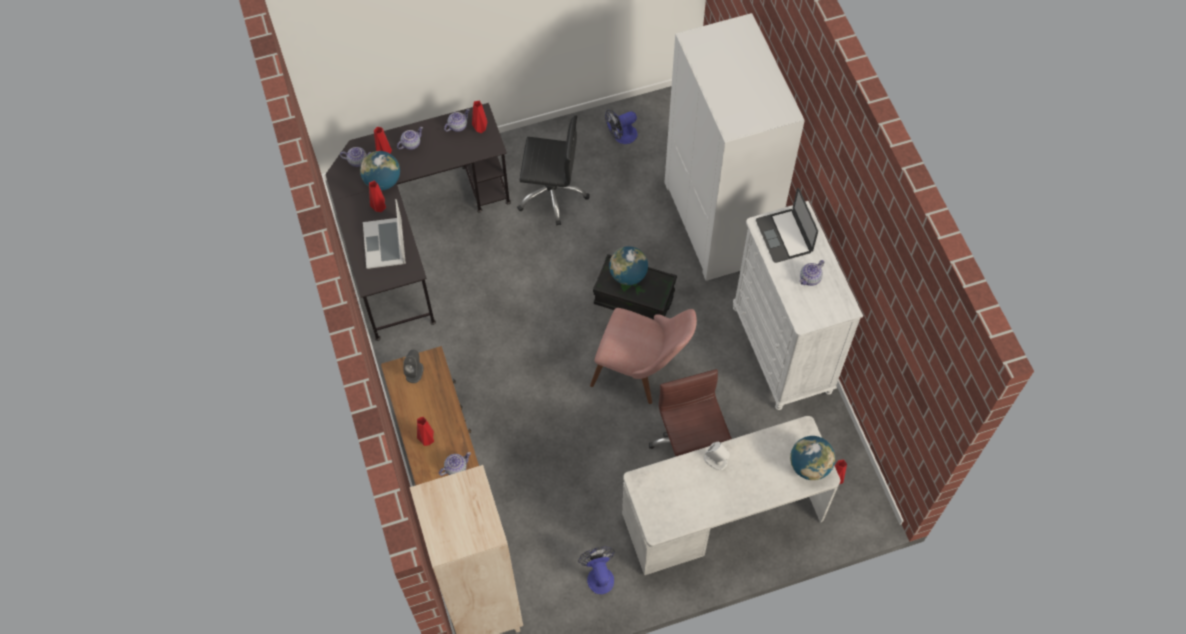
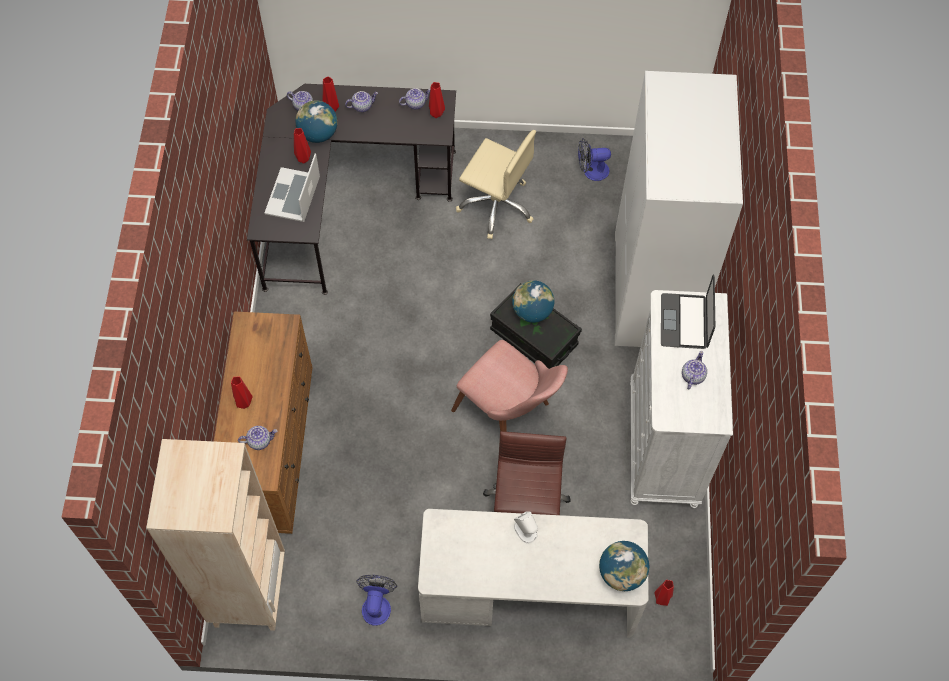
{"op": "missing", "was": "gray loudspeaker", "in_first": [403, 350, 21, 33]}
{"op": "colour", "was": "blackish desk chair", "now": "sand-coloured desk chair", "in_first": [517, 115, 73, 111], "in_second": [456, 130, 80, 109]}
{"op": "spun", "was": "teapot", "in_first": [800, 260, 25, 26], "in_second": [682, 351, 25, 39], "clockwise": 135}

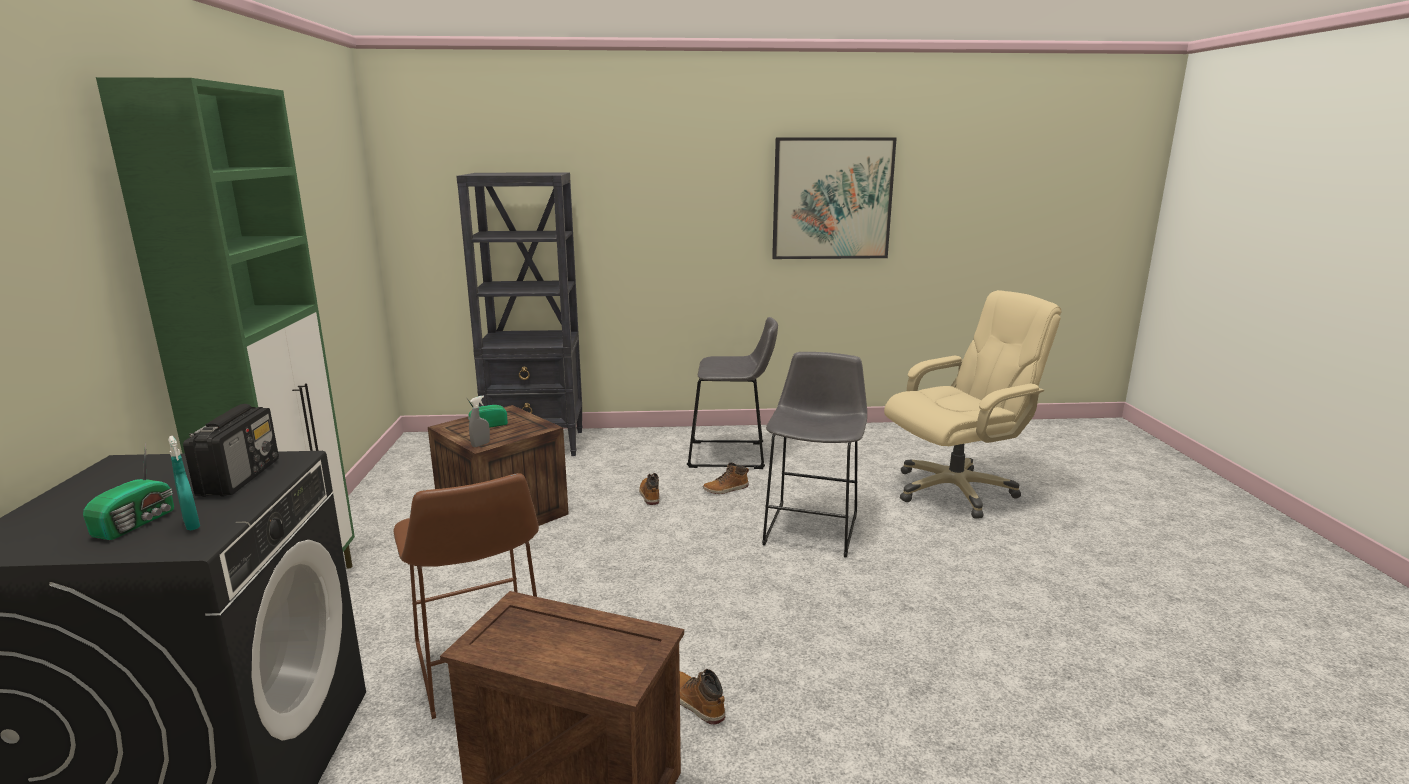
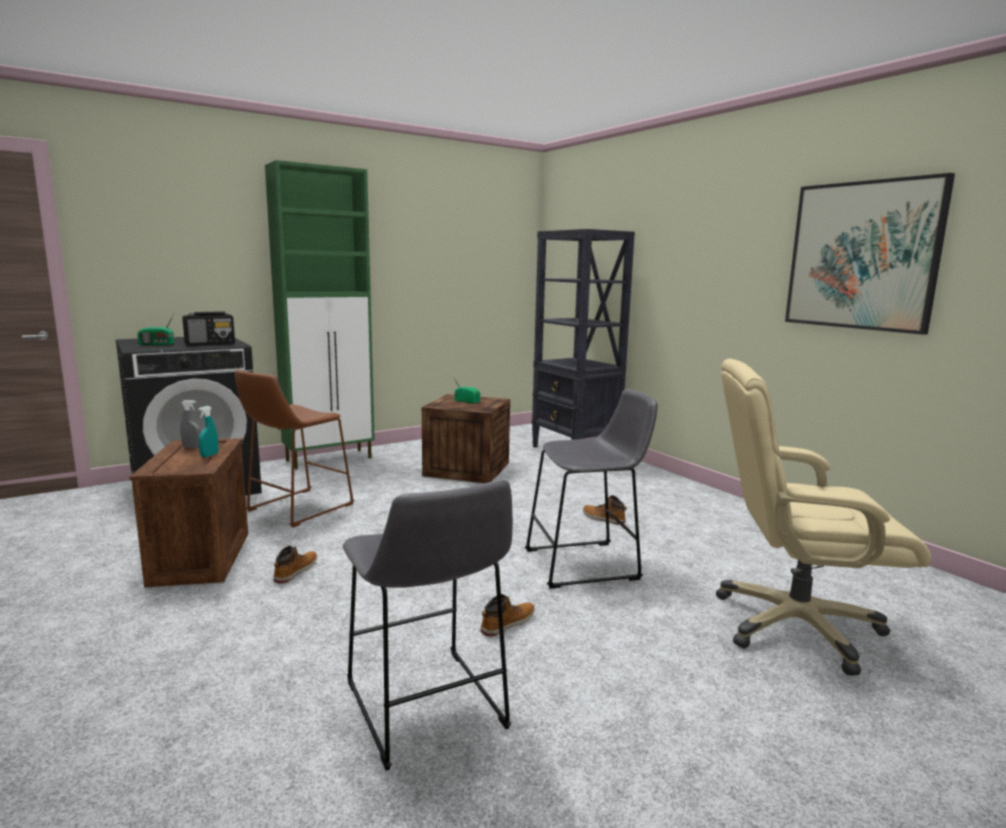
{"op": "relocated", "was": "blue-green spray bottle", "in_first": [168, 436, 32, 94], "in_second": [198, 406, 20, 51]}
{"op": "relocated", "was": "gray spray bottle", "in_first": [469, 396, 21, 51], "in_second": [180, 400, 21, 48]}
{"op": "relocated", "was": "high-top boot", "in_first": [639, 473, 20, 32], "in_second": [481, 594, 54, 43]}
{"op": "relocated", "was": "gray stool", "in_first": [687, 317, 91, 152], "in_second": [343, 480, 170, 291]}
{"op": "spun", "was": "sand-coloured desk chair", "in_first": [884, 290, 177, 229], "in_second": [716, 359, 215, 317], "clockwise": 150}

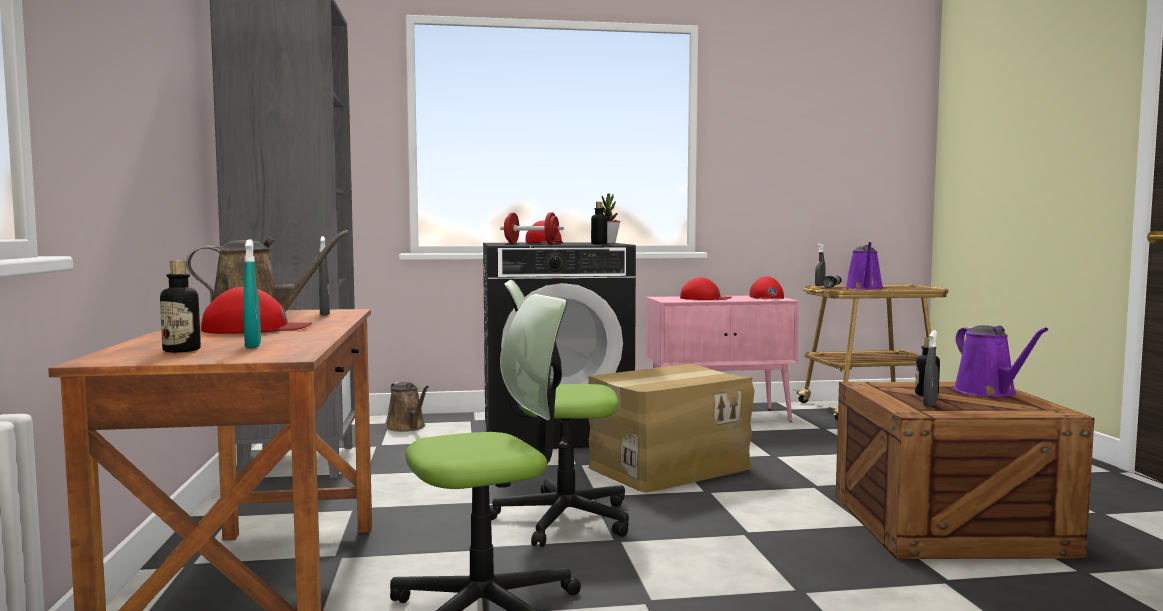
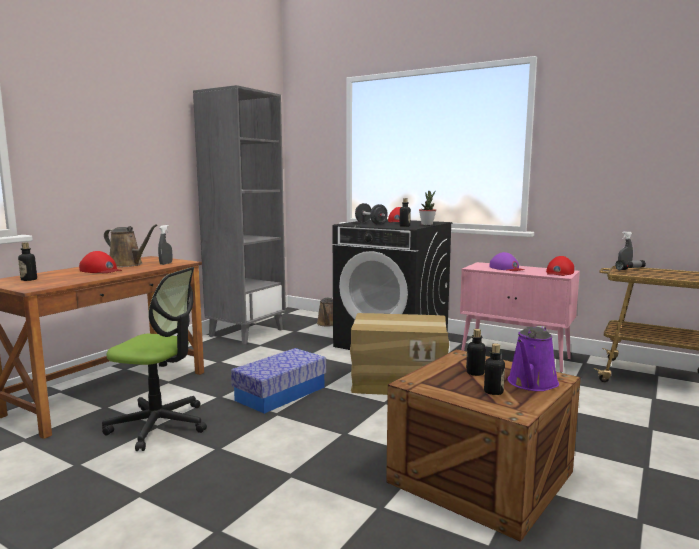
{"op": "missing", "was": "blue-green spray bottle", "in_first": [243, 239, 18, 109]}
{"op": "missing", "was": "purplish watering pot", "in_first": [845, 242, 39, 48]}
{"op": "missing", "was": "gray spray bottle", "in_first": [923, 330, 16, 77]}
{"op": "appeared", "now": "beverage bottle", "in_second": [484, 343, 21, 52]}
{"op": "exchanged", "was": "desk chair", "now": "storage bin", "in_first": [490, 280, 139, 267], "in_second": [231, 348, 95, 66]}
{"op": "colour", "was": "reddish hand weight", "now": "blackish hand weight", "in_first": [500, 212, 64, 32], "in_second": [355, 203, 33, 22]}
{"op": "colour", "was": "reddish baseball cap", "now": "purplish baseball cap", "in_first": [680, 277, 52, 23], "in_second": [489, 252, 35, 19]}

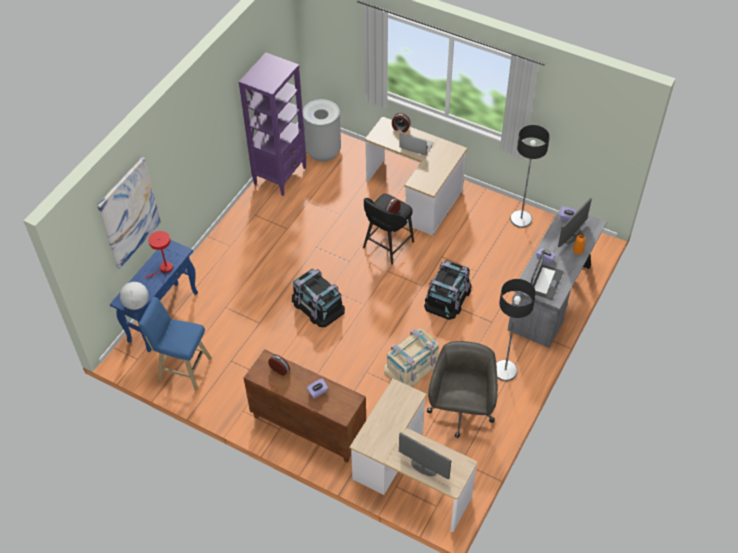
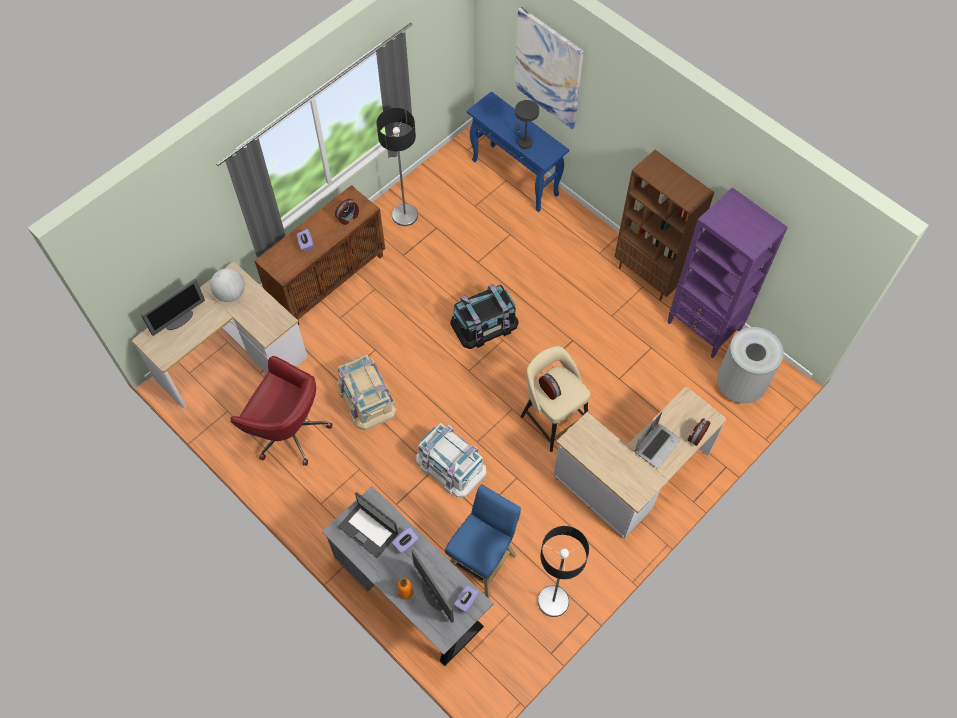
{"op": "appeared", "now": "brownish bookcase", "in_second": [614, 150, 100, 151]}
{"op": "relocated", "was": "globe", "in_first": [120, 282, 29, 28], "in_second": [210, 268, 35, 34]}
{"op": "relocated", "was": "blue stool", "in_first": [138, 297, 74, 93], "in_second": [445, 484, 76, 115]}
{"op": "relocated", "was": "standing lamp", "in_first": [496, 279, 40, 102], "in_second": [376, 108, 42, 118]}
{"op": "colour", "was": "reddish lamp for a table", "now": "gray lamp for a table", "in_first": [146, 231, 27, 47], "in_second": [515, 100, 24, 49]}
{"op": "colour", "was": "blackish stool", "now": "sand-coloured stool", "in_first": [363, 194, 51, 71], "in_second": [521, 346, 70, 106]}
{"op": "colour", "was": "blackish storage bin", "now": "whitish storage bin", "in_first": [424, 260, 47, 60], "in_second": [416, 423, 70, 75]}
{"op": "colour", "was": "gray desk chair", "now": "reddish desk chair", "in_first": [427, 341, 71, 98], "in_second": [230, 356, 103, 110]}

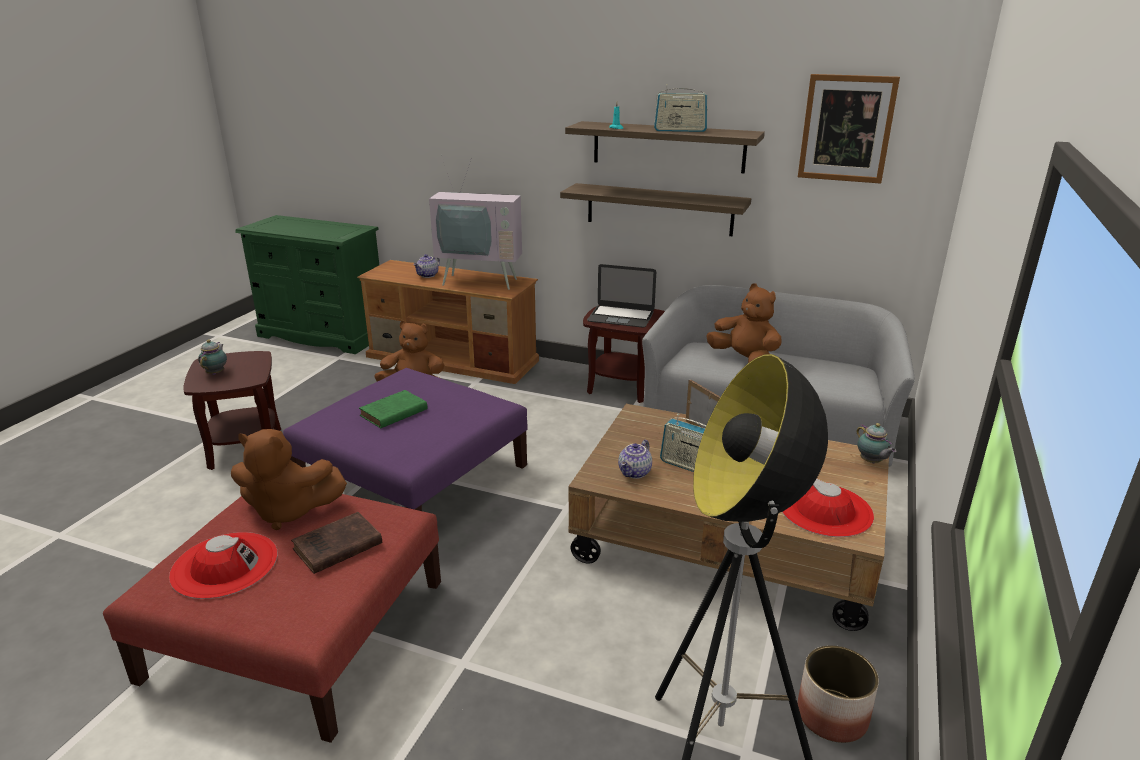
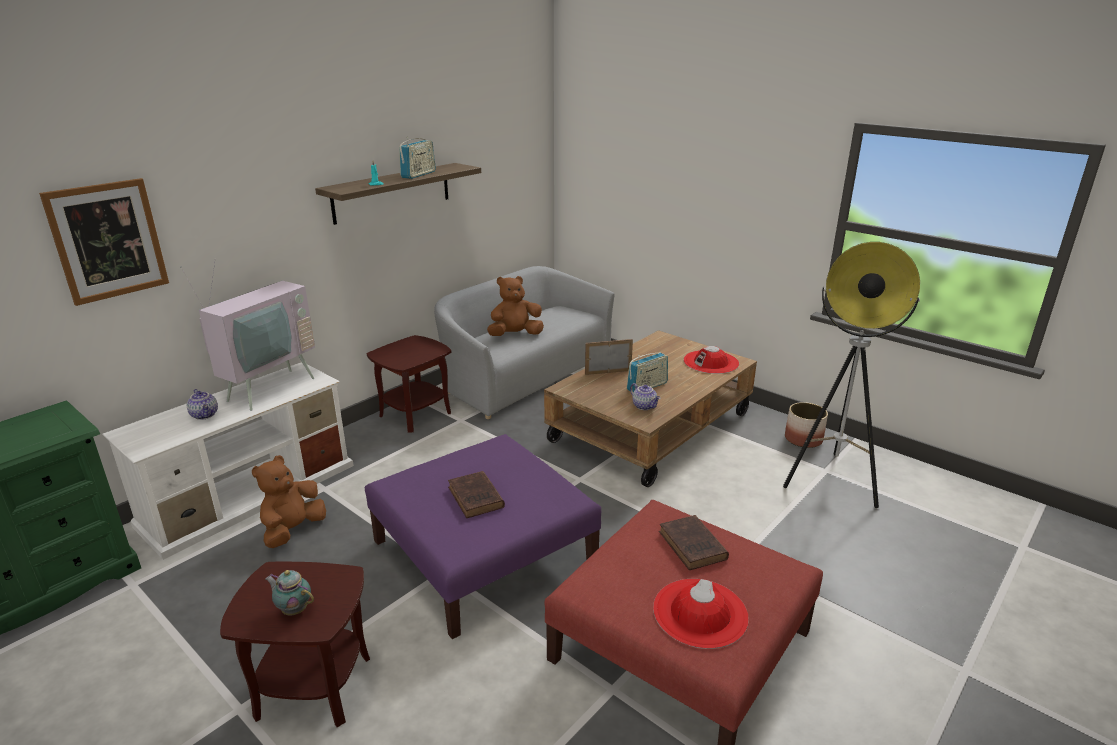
{"op": "missing", "was": "brownish cuddly toy", "in_first": [231, 429, 116, 101]}
{"op": "missing", "was": "bracket shelf", "in_first": [560, 183, 192, 53]}
{"op": "missing", "was": "portable computer", "in_first": [587, 264, 69, 64]}
{"op": "missing", "was": "teapot", "in_first": [857, 423, 39, 40]}
{"op": "relocated", "was": "wall art", "in_first": [798, 74, 102, 110], "in_second": [39, 178, 130, 128]}
{"op": "colour", "was": "brownish tv unit", "now": "whitish tv unit", "in_first": [357, 260, 182, 124], "in_second": [102, 362, 252, 198]}
{"op": "colour", "was": "green-coloured book", "now": "brownish book", "in_first": [359, 390, 68, 39], "in_second": [448, 471, 57, 47]}

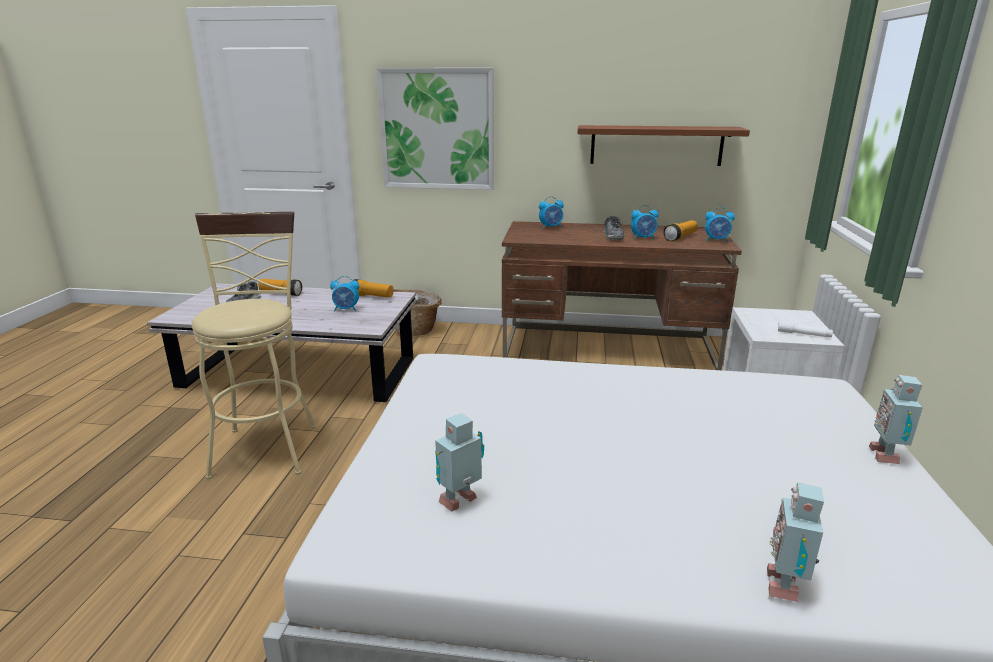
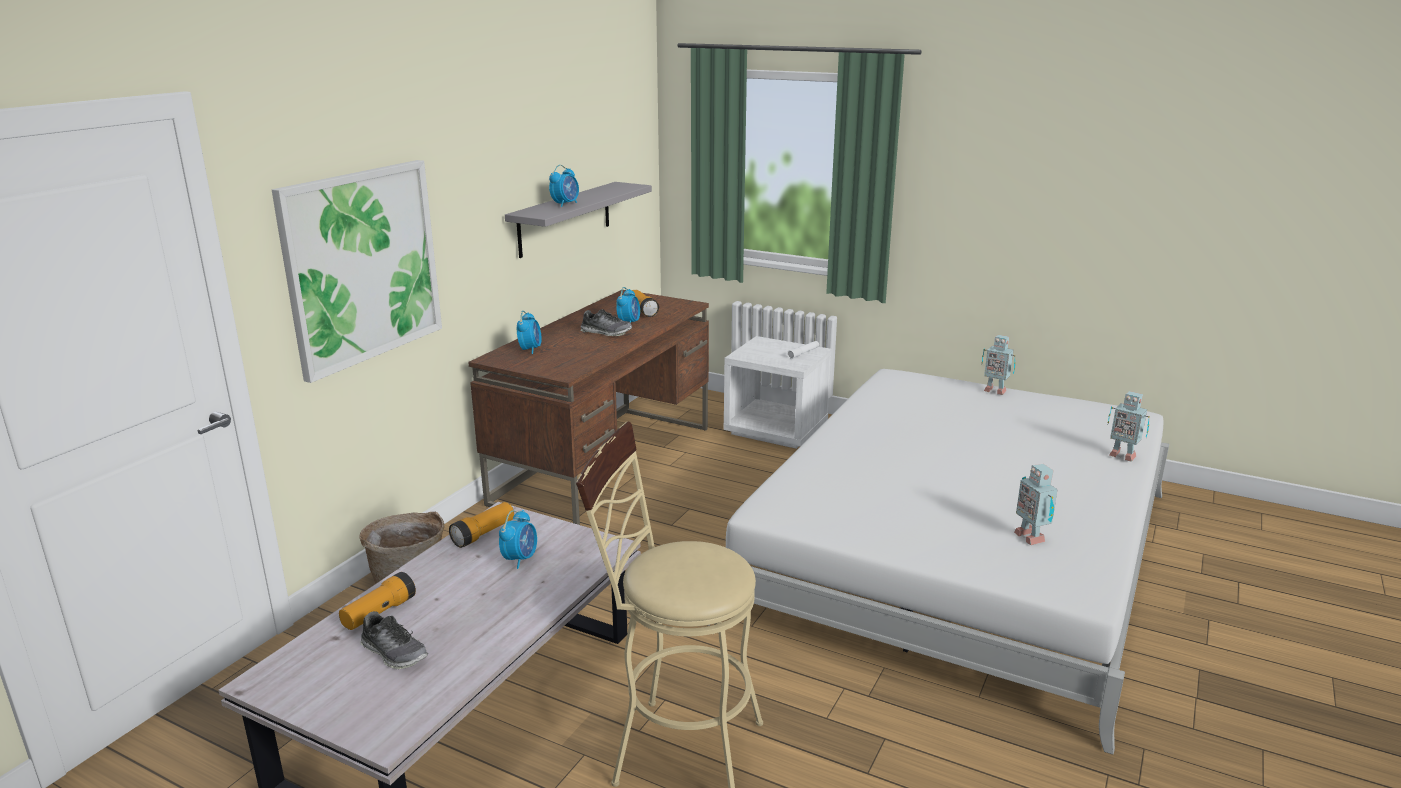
{"op": "relocated", "was": "alarm clock", "in_first": [705, 207, 30, 35], "in_second": [549, 165, 30, 42]}
{"op": "colour", "was": "brownish bracket shelf", "now": "gray bracket shelf", "in_first": [578, 125, 172, 41], "in_second": [505, 182, 147, 76]}

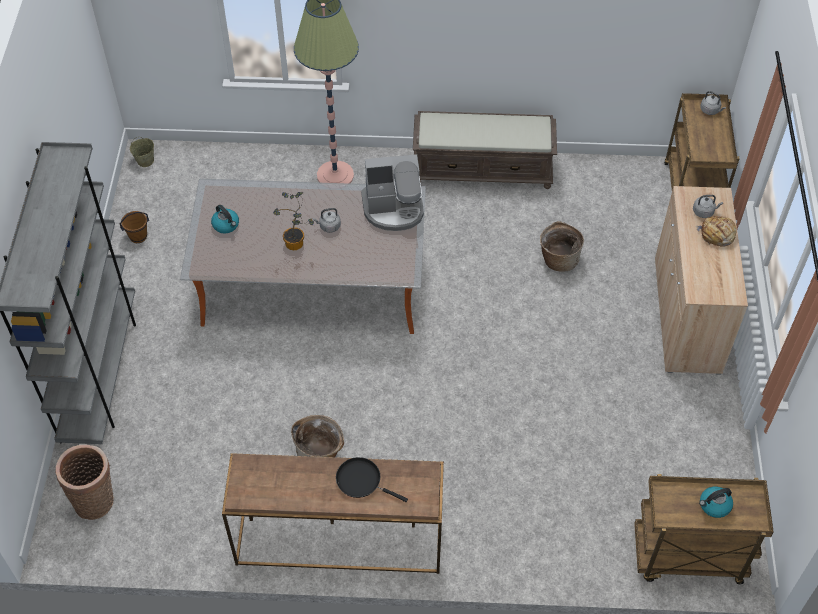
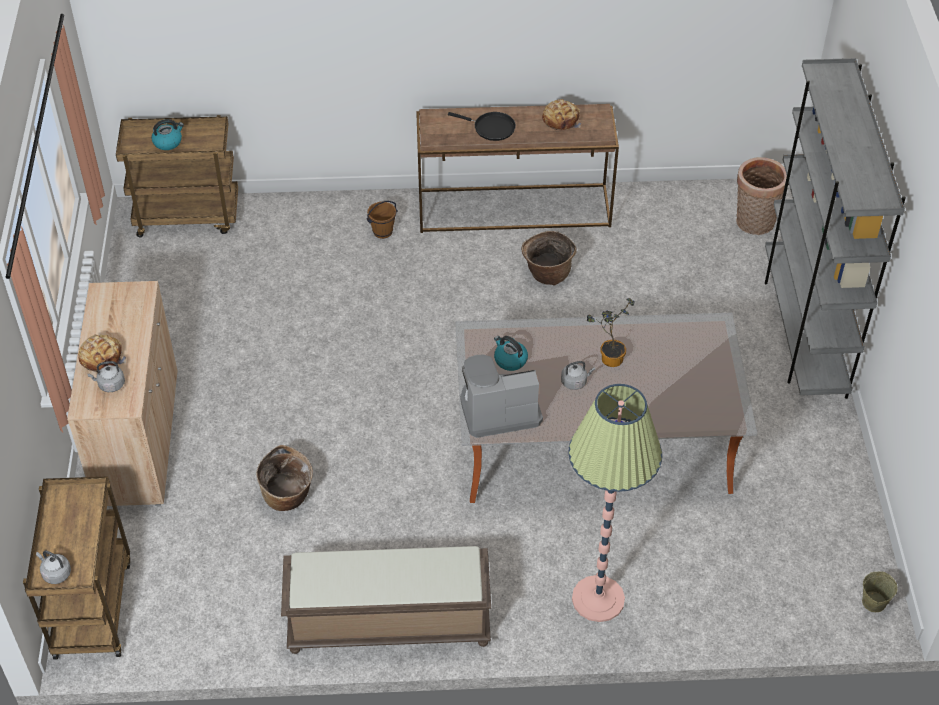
{"op": "appeared", "now": "baked bread", "in_second": [542, 99, 39, 32]}
{"op": "relocated", "was": "brownish water bucket", "in_first": [120, 211, 29, 32], "in_second": [366, 201, 32, 38]}
{"op": "relocated", "was": "kettle", "in_first": [211, 205, 28, 29], "in_second": [494, 336, 34, 35]}

